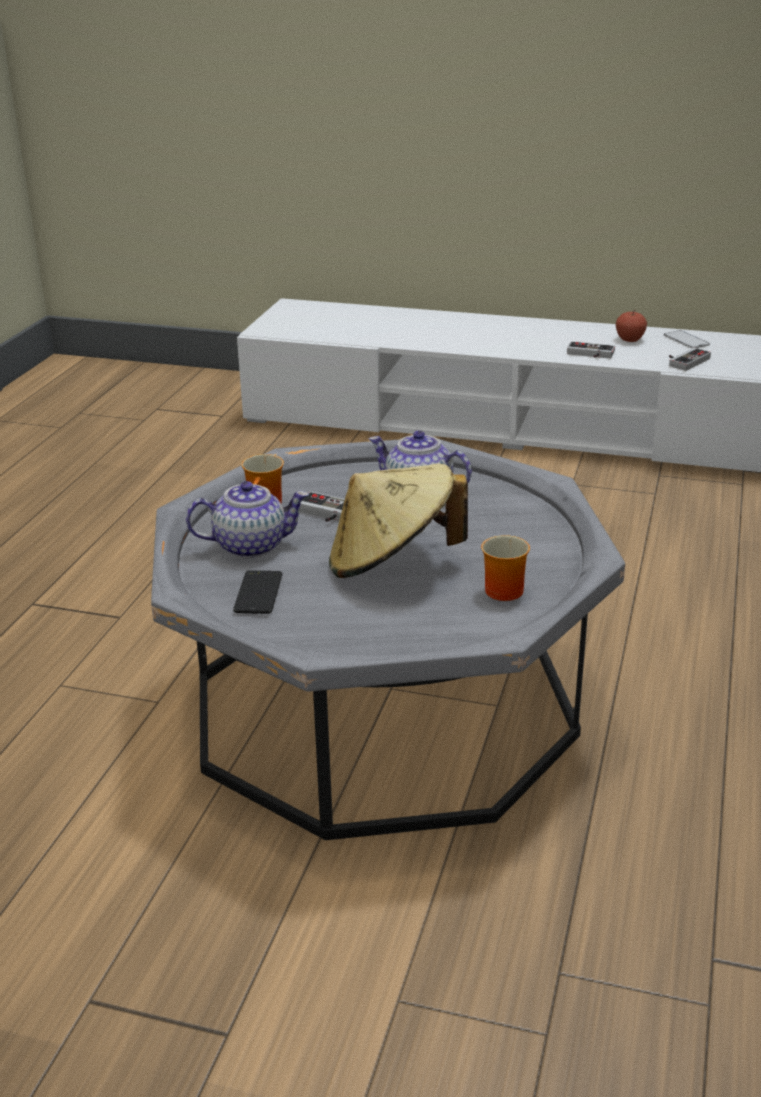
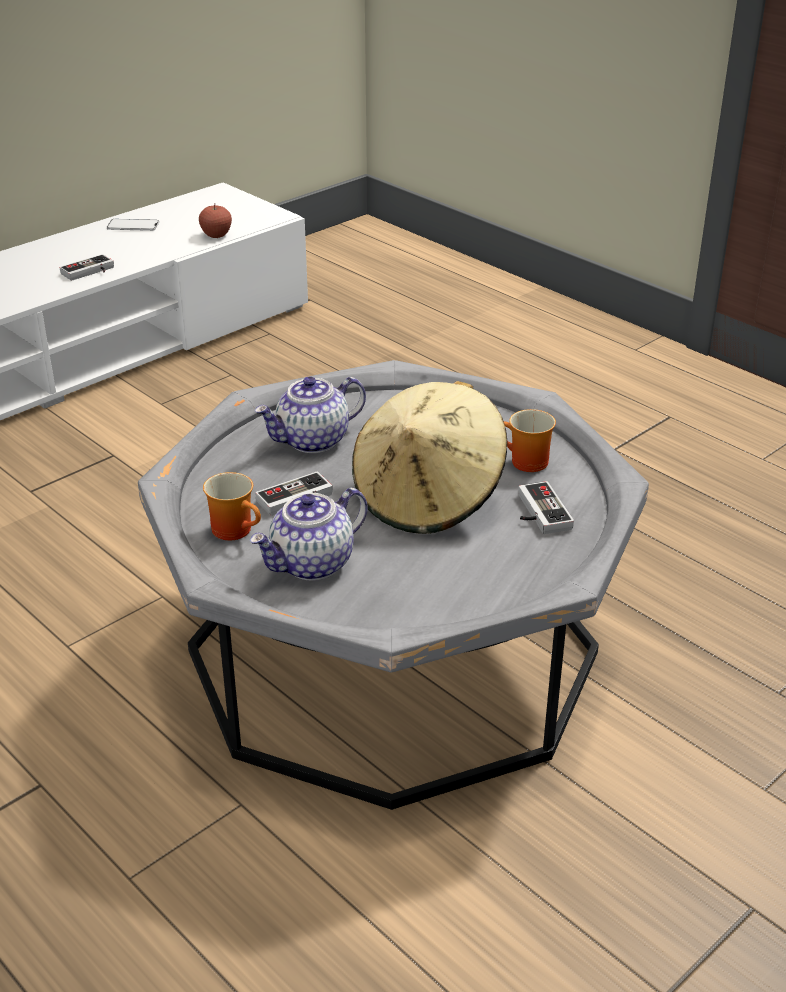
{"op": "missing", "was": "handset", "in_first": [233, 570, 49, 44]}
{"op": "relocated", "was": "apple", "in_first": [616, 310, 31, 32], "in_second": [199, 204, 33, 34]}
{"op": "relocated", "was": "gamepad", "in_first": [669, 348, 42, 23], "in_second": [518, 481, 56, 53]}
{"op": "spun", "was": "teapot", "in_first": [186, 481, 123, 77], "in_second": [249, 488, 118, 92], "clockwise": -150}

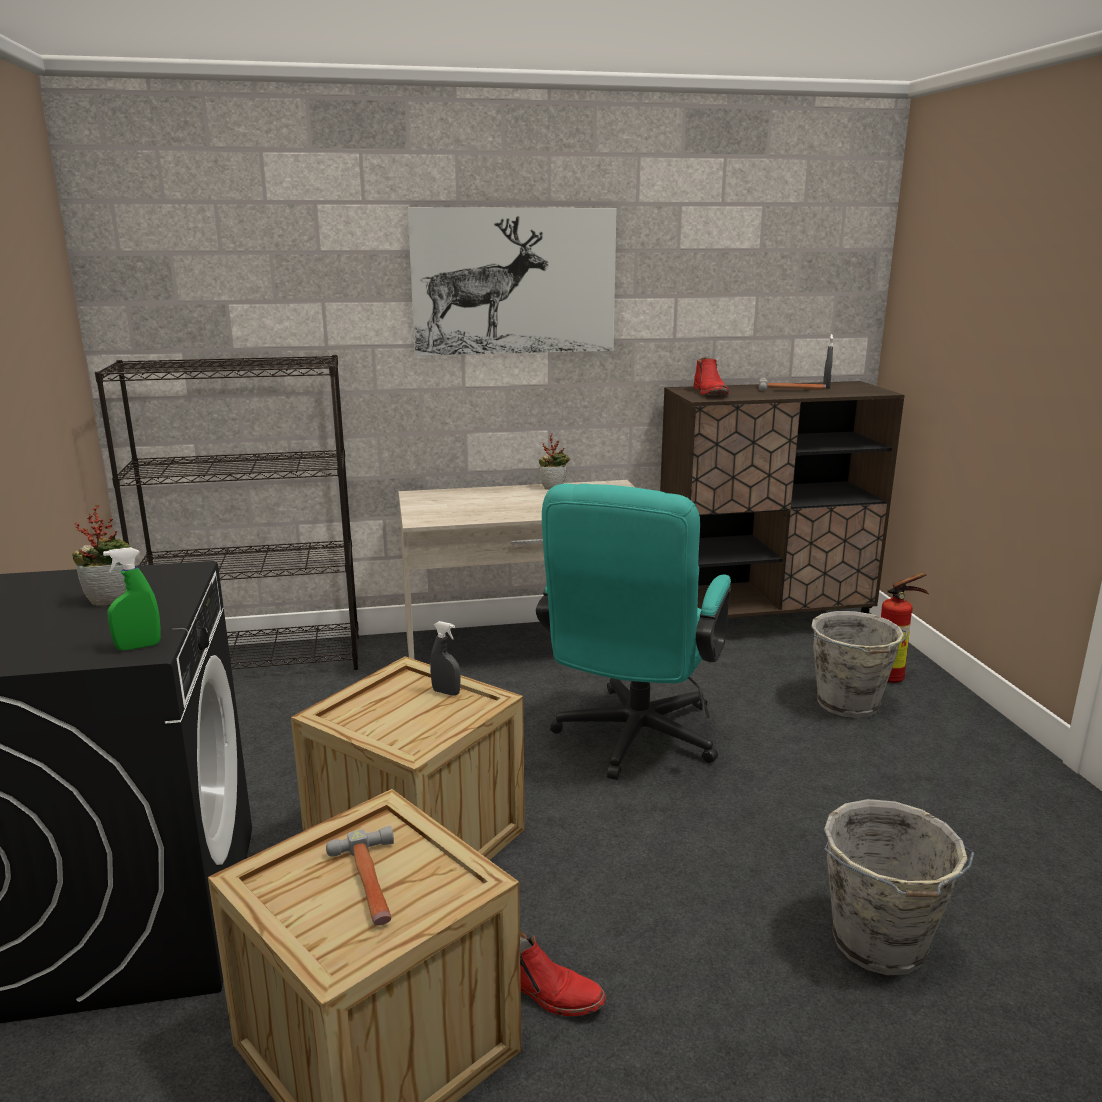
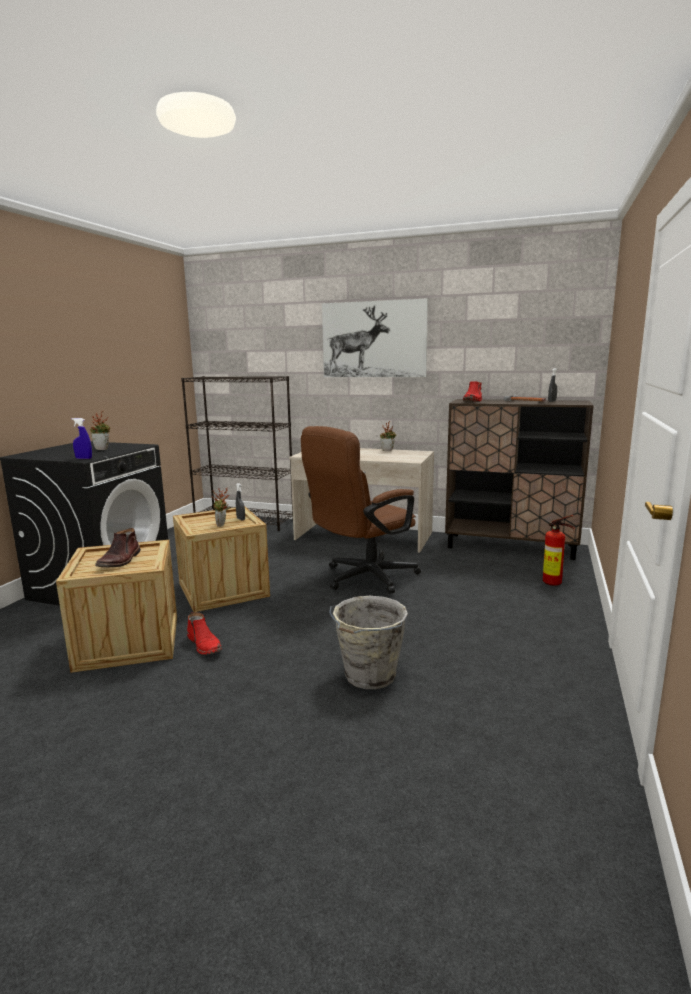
{"op": "missing", "was": "gray water bucket", "in_first": [811, 611, 97, 107]}
{"op": "appeared", "now": "houseplant", "in_second": [211, 488, 19, 39]}
{"op": "exchanged", "was": "tool hammer", "now": "brownish high-top boot", "in_first": [326, 826, 68, 99], "in_second": [95, 528, 46, 39]}
{"op": "colour", "was": "green-coloured spray bottle", "now": "blue spray bottle", "in_first": [103, 547, 58, 103], "in_second": [72, 418, 20, 41]}
{"op": "colour", "was": "blue-green desk chair", "now": "brownish desk chair", "in_first": [536, 484, 195, 296], "in_second": [301, 426, 120, 168]}

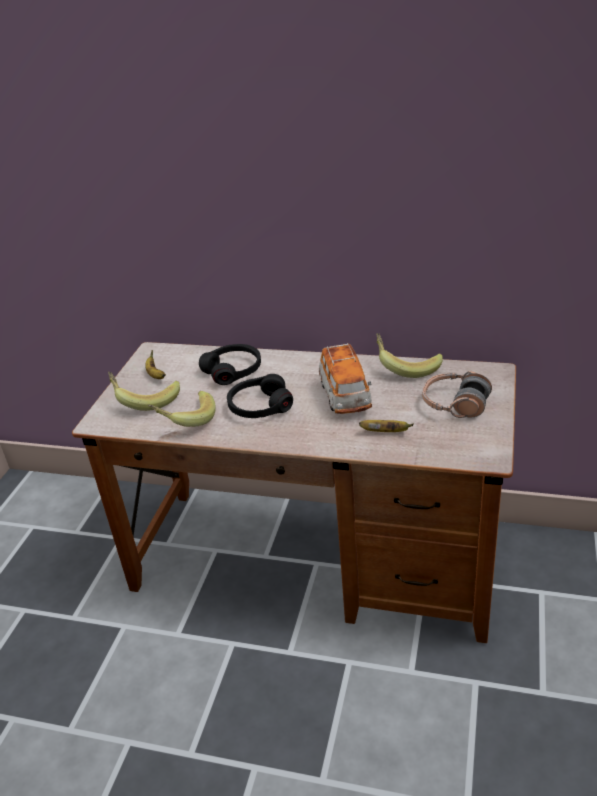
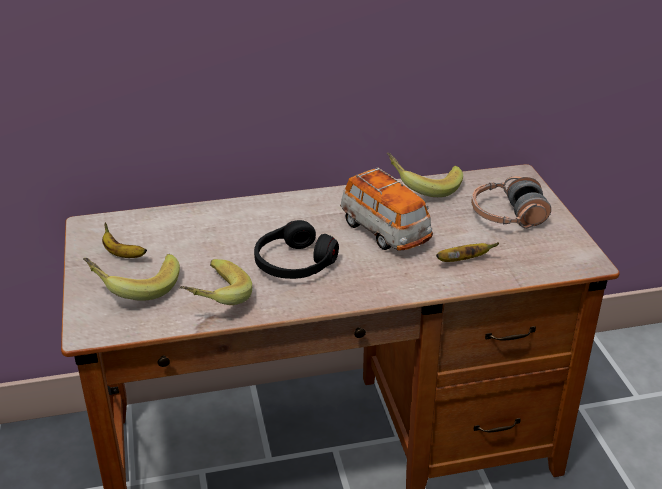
{"op": "missing", "was": "blackish pair of headphones", "in_first": [199, 344, 62, 41]}

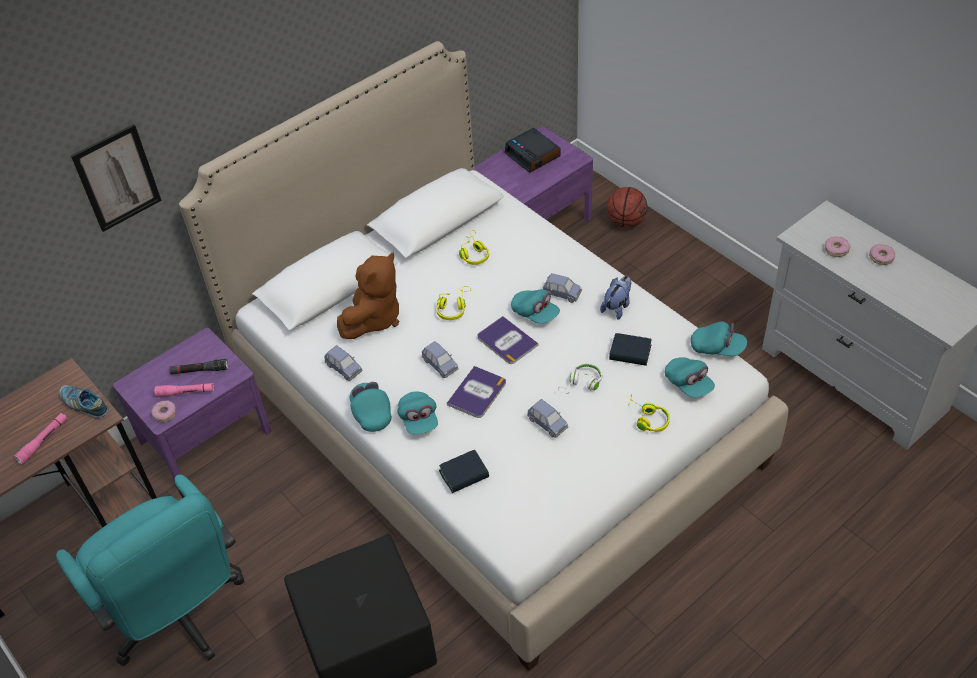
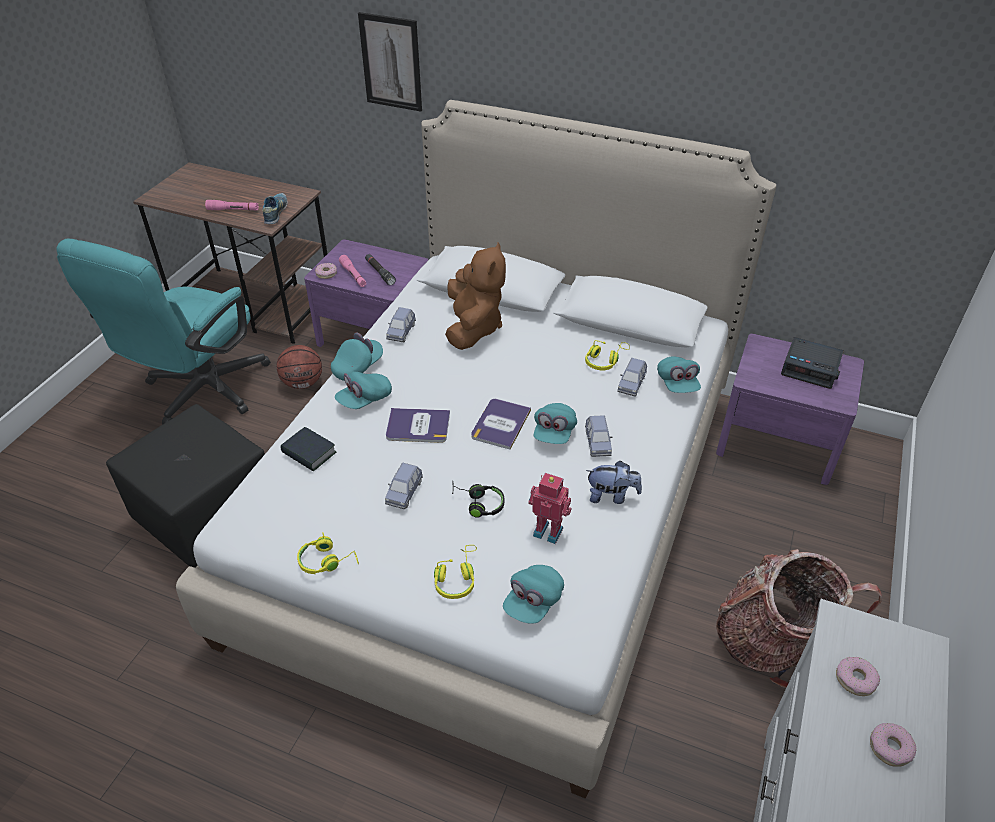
{"op": "appeared", "now": "rucksack", "in_second": [716, 549, 166, 140]}
{"op": "relocated", "was": "blue miniature car", "in_first": [422, 341, 37, 37], "in_second": [617, 358, 30, 38]}
{"op": "relocated", "was": "yellow-coloured pair of headphones", "in_first": [436, 286, 35, 34], "in_second": [297, 532, 62, 42]}
{"op": "relocated", "was": "basketball ball", "in_first": [607, 187, 40, 41], "in_second": [277, 345, 45, 44]}
{"op": "relocated", "was": "blue-green baseball cap", "in_first": [691, 321, 56, 35], "in_second": [657, 356, 44, 37]}
{"op": "exchanged", "was": "book", "now": "model robot", "in_first": [609, 333, 43, 33], "in_second": [529, 473, 43, 71]}
{"op": "colour", "was": "whitish pair of headphones", "now": "blackish pair of headphones", "in_first": [558, 363, 44, 31], "in_second": [452, 482, 52, 36]}
{"op": "spun", "was": "brownish cuddly toy", "in_first": [337, 252, 62, 87], "in_second": [445, 242, 61, 108], "clockwise": -90}
{"op": "spun", "was": "alarm clock", "in_first": [504, 128, 56, 45], "in_second": [781, 337, 63, 52], "clockwise": -90}

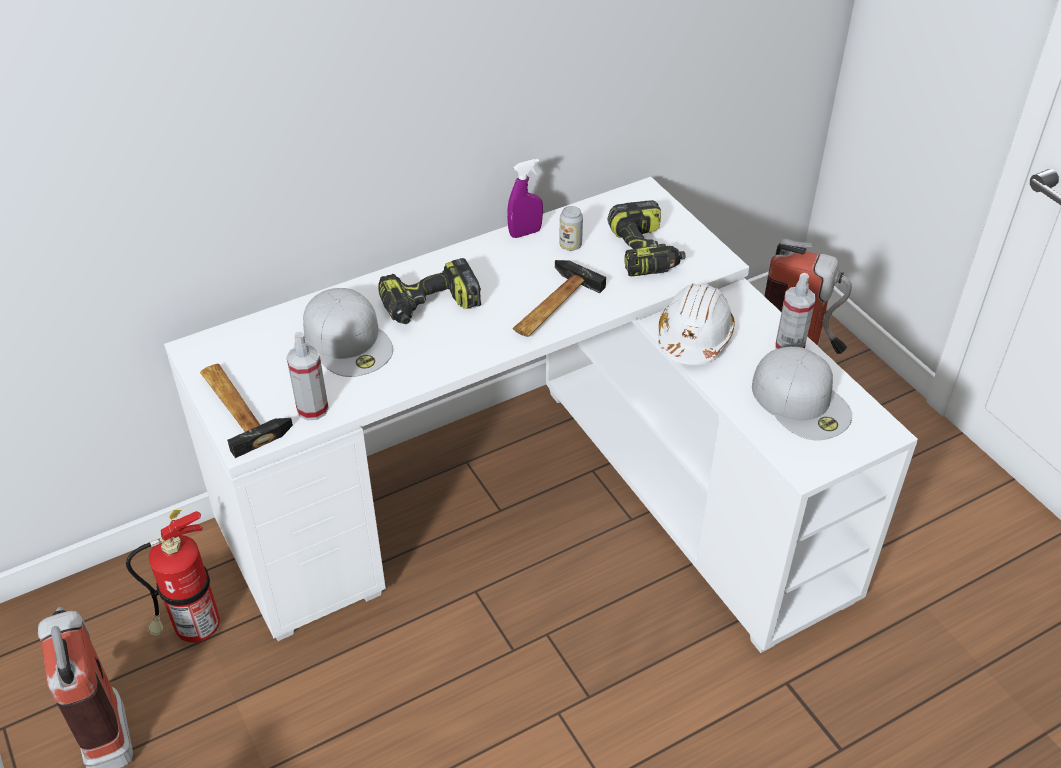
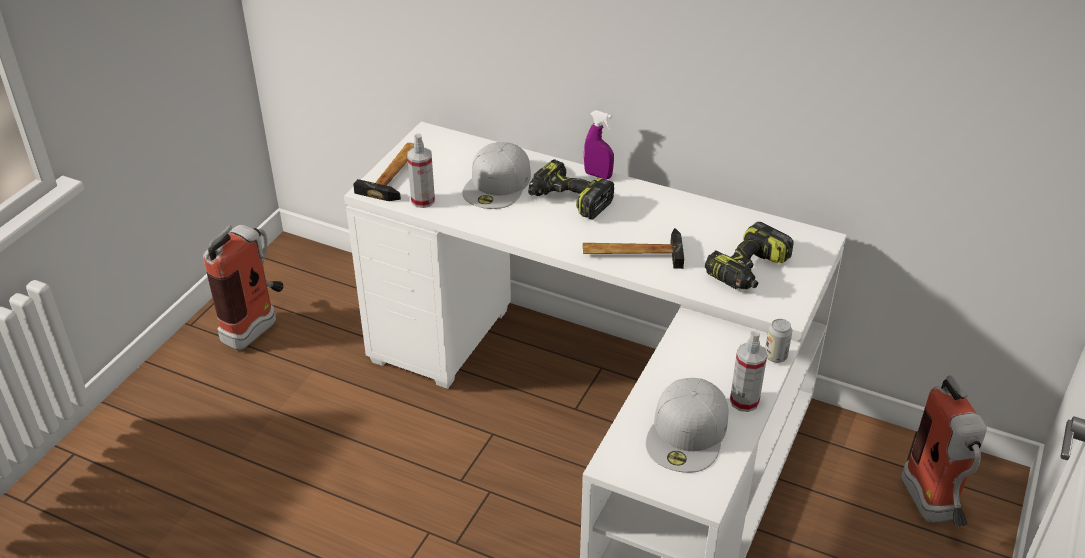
{"op": "missing", "was": "extinguisher", "in_first": [126, 510, 94, 133]}
{"op": "missing", "was": "whitish hard hat", "in_first": [658, 283, 77, 82]}
{"op": "relocated", "was": "purplish spray bottle", "in_first": [507, 159, 36, 79], "in_second": [584, 110, 30, 69]}
{"op": "relocated", "was": "can", "in_first": [559, 206, 24, 45], "in_second": [765, 319, 27, 44]}

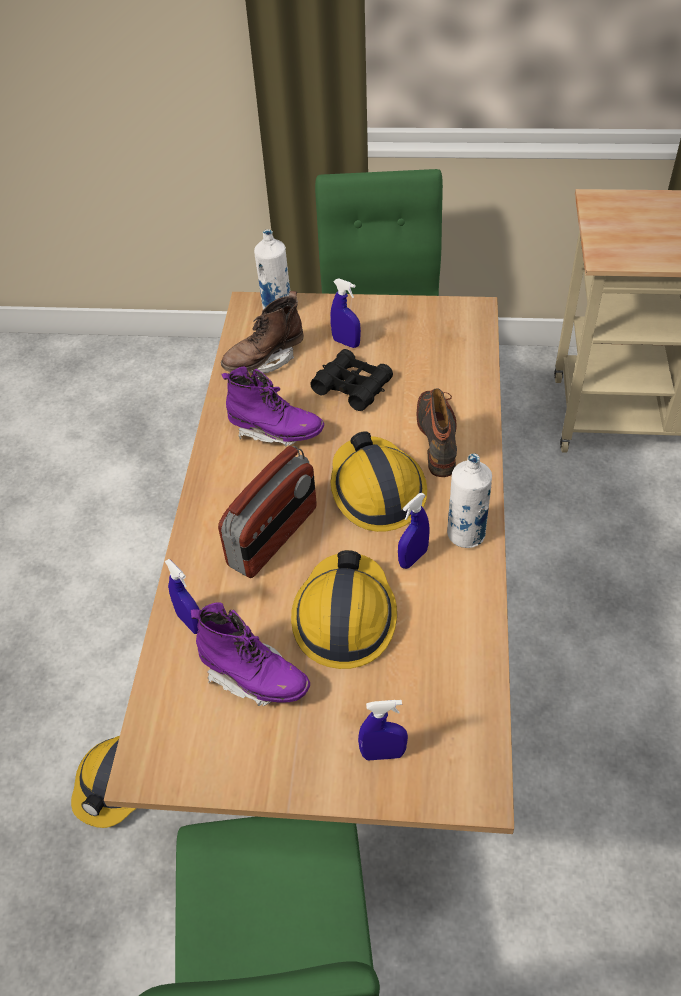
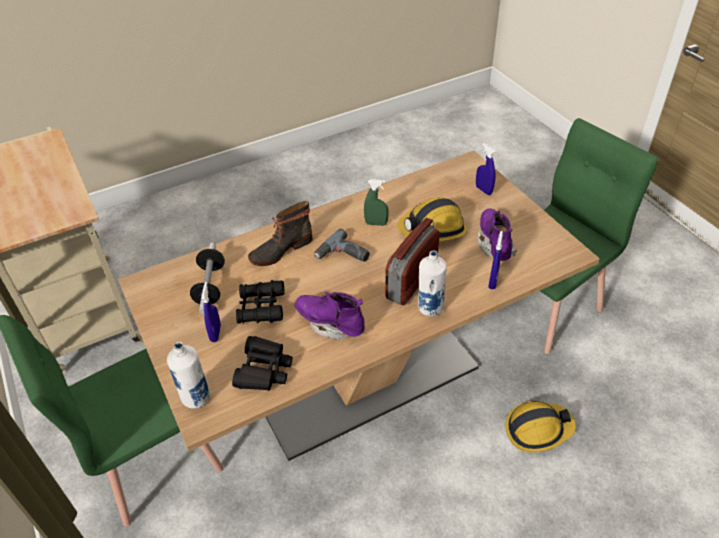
{"op": "appeared", "now": "hand weight", "in_second": [190, 242, 35, 72]}
{"op": "relocated", "was": "whitish beverage bottle", "in_first": [447, 454, 45, 94], "in_second": [418, 251, 29, 65]}
{"op": "exchanged", "was": "brownish high-top boot", "now": "blackish field glasses", "in_first": [221, 291, 83, 83], "in_second": [232, 336, 60, 55]}
{"op": "exchanged", "was": "hard hat", "now": "electric drill", "in_first": [330, 431, 97, 101], "in_second": [314, 228, 56, 34]}
{"op": "colour", "was": "blue spray bottle", "now": "green-coloured spray bottle", "in_first": [398, 493, 32, 76], "in_second": [364, 179, 25, 47]}
{"op": "spun", "was": "radio receiver", "in_first": [218, 446, 99, 132], "in_second": [385, 218, 55, 87], "clockwise": -60}
{"op": "spun", "was": "purplish high-top boot", "in_first": [221, 366, 103, 80], "in_second": [295, 292, 70, 49], "clockwise": -45}

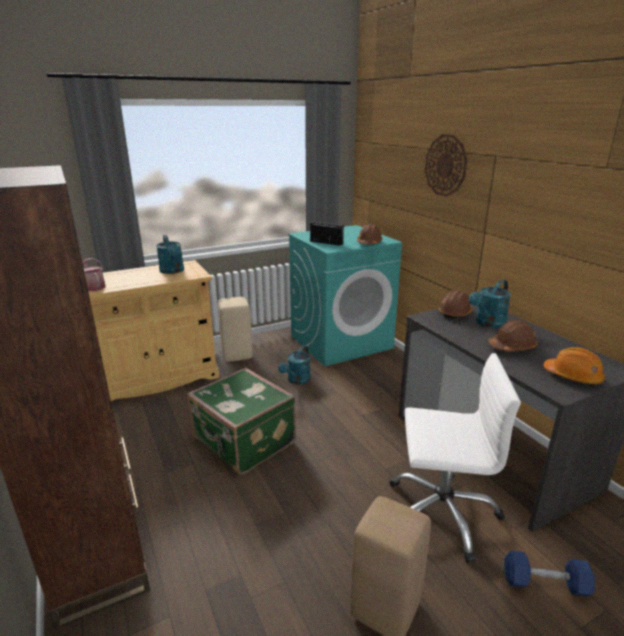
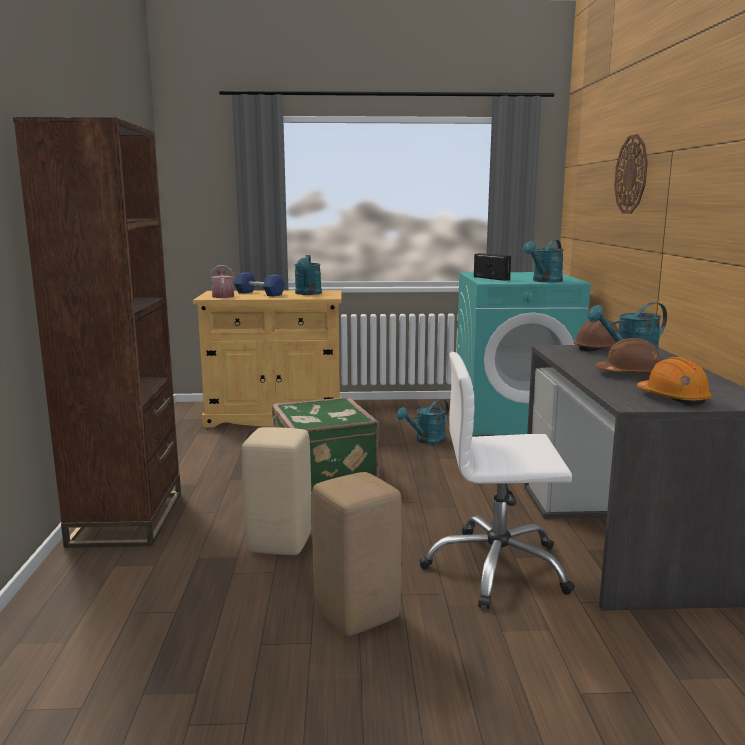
{"op": "relocated", "was": "sand-coloured stool", "in_first": [218, 297, 34, 65], "in_second": [242, 427, 70, 128]}
{"op": "relocated", "was": "blue hand weight", "in_first": [504, 551, 91, 46], "in_second": [234, 272, 51, 25]}
{"op": "exchanged", "was": "brownish hard hat", "now": "blue-green watering pot", "in_first": [357, 224, 26, 20], "in_second": [523, 240, 41, 42]}
{"op": "spun", "was": "whitish desk chair", "in_first": [390, 353, 131, 210], "in_second": [420, 352, 155, 257], "clockwise": 150}

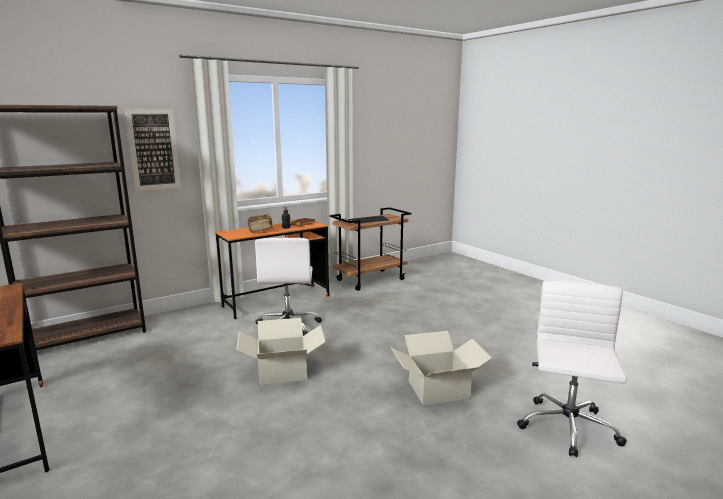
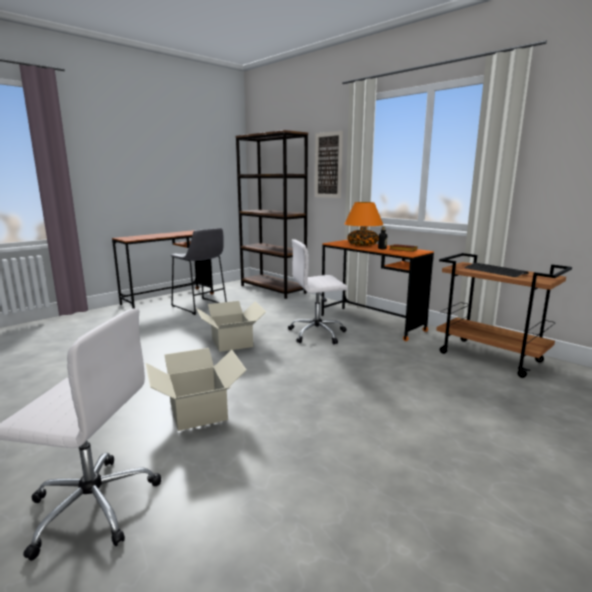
{"op": "appeared", "now": "gray stool", "in_second": [171, 228, 56, 87]}
{"op": "exchanged", "was": "book", "now": "orange-coloured lamp for a table", "in_first": [248, 214, 25, 19], "in_second": [344, 202, 39, 44]}

